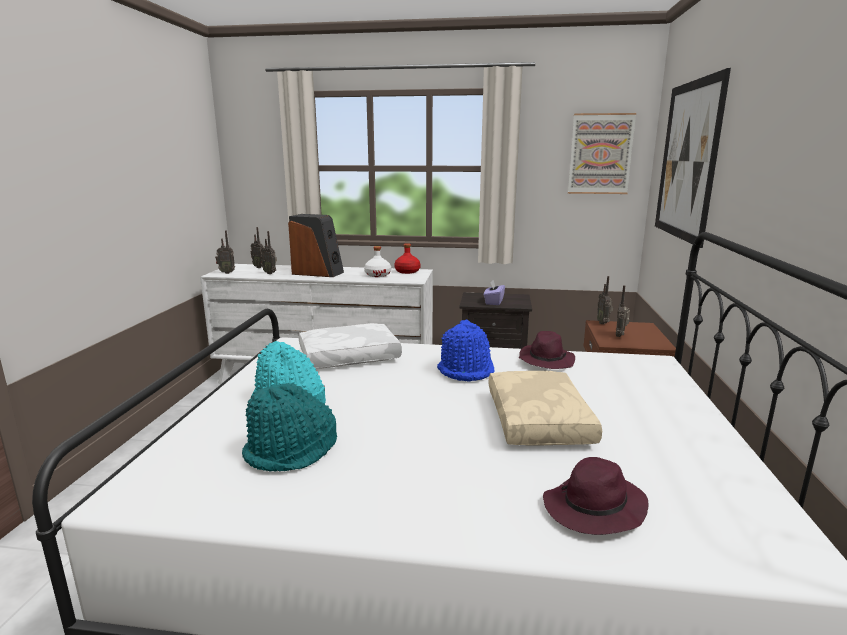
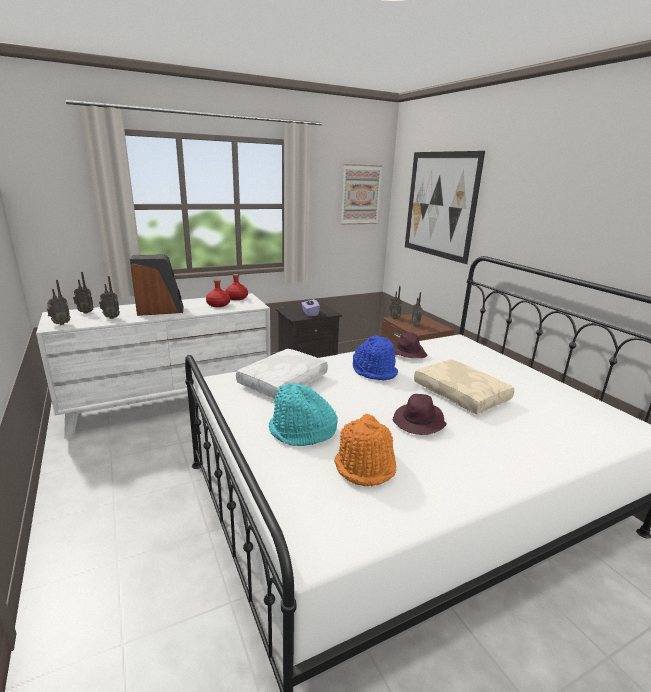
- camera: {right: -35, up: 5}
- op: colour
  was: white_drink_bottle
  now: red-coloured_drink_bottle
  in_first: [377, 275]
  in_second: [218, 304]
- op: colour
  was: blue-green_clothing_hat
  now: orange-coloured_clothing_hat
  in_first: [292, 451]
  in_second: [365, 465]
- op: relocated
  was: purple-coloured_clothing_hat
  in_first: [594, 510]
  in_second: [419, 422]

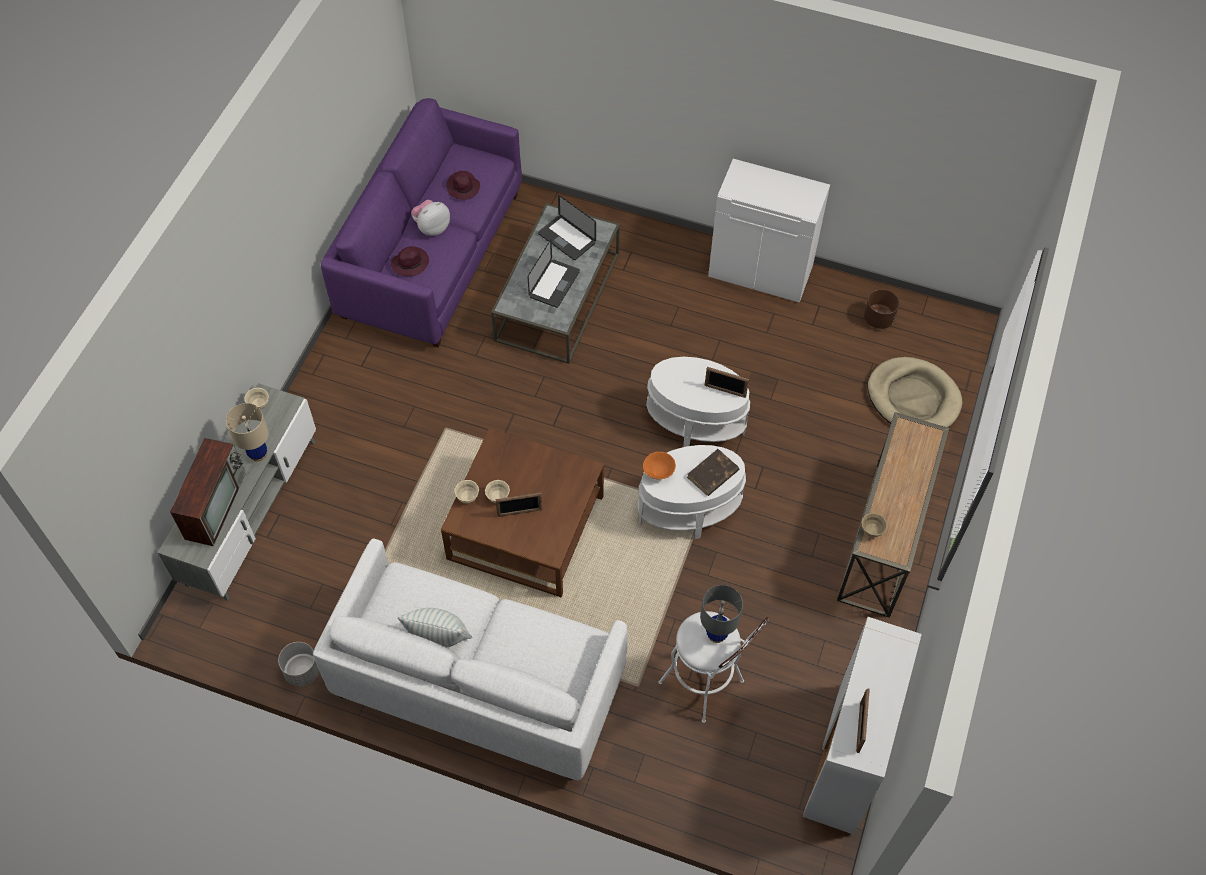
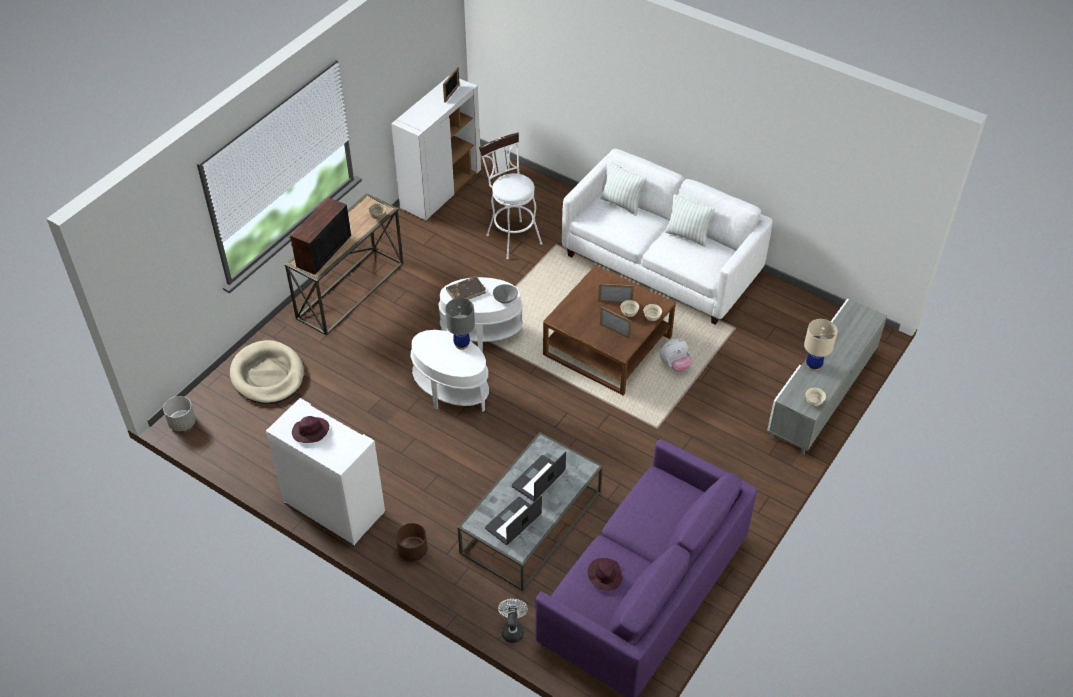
- camera: {right: -165, up: -10}
- op: relocated
  was: greyish_plant_pot
  in_first: [302, 672]
  in_second: [182, 423]
- op: relocated
  was: TV_set
  in_first: [215, 504]
  in_second: [323, 252]
- op: relocated
  was: purple-coloured_clothing_hat
  in_first: [410, 263]
  in_second: [310, 432]
- op: relocated
  was: brownish_plant_pot
  in_first: [878, 319]
  in_second: [412, 551]
- op: relocated
  was: greyish_tabletop_lamp
  in_first: [716, 634]
  in_second: [462, 344]
- op: spun
  was: laptop
  in_first: [566, 238]
  in_second: [513, 521]
  clockwise: -105
- op: colour
  was: orange-coloured_serving_bowl
  now: greyish_serving_bowl
  in_first: [658, 472]
  in_second: [505, 300]
- op: appeared
  now: white_electric_fan
  in_second: [512, 629]
- op: appeared
  now: throw_pillow
  in_second: [621, 204]
- op: relocated
  was: picture_frame
  in_first: [725, 391]
  in_second: [615, 331]
- op: relocated
  was: soft_toy
  in_first: [432, 228]
  in_second: [675, 365]

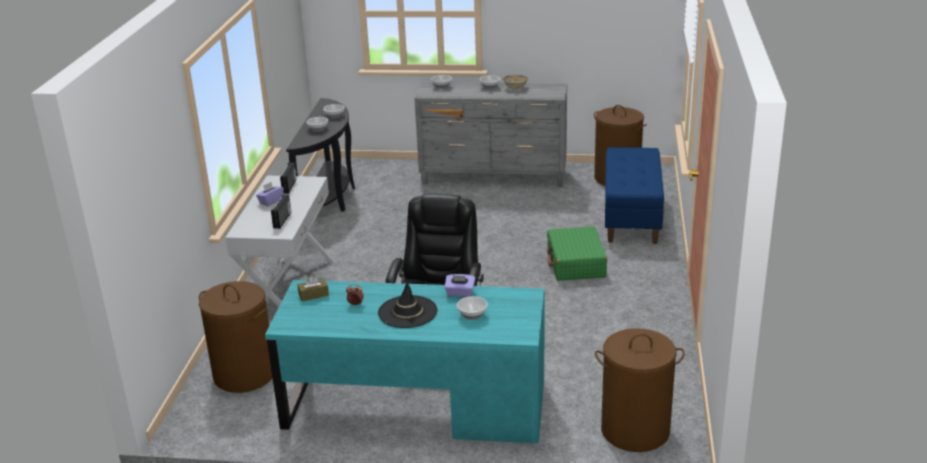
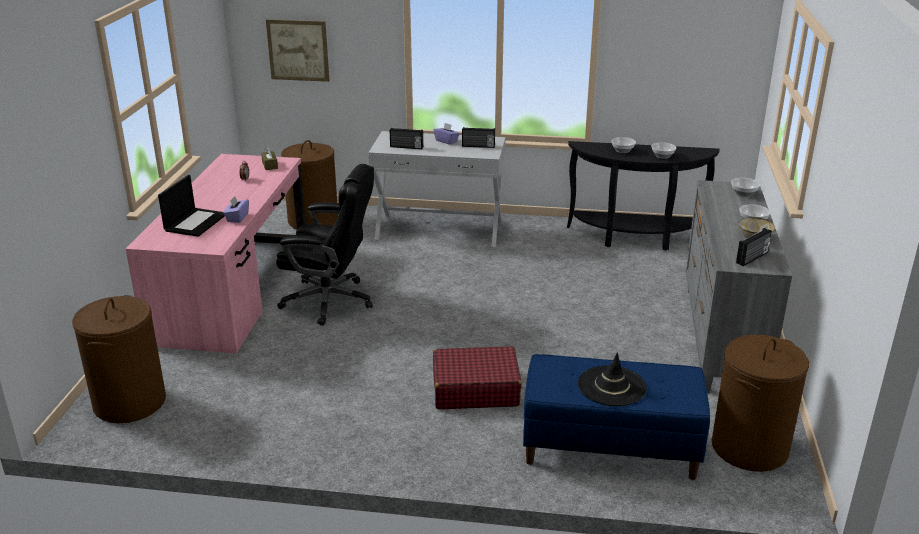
- camera: {right: 90, up: 0}
- op: colour
  was: blue-green_desk
  now: pink-coloured_desk
  in_first: [415, 405]
  in_second: [234, 290]
- op: exchanged
  was: serving_bowl
  now: laptop
  in_first: [472, 315]
  in_second: [195, 222]
- op: appeared
  now: picture
  in_second: [298, 50]
- op: colour
  was: green_suitcase
  now: red-coloured_suitcase
  in_first: [576, 263]
  in_second: [475, 389]
- op: relocated
  was: black-coloured_clothing_hat
  in_first: [407, 312]
  in_second: [611, 386]
- op: appeared
  now: radio_set
  in_second: [753, 258]

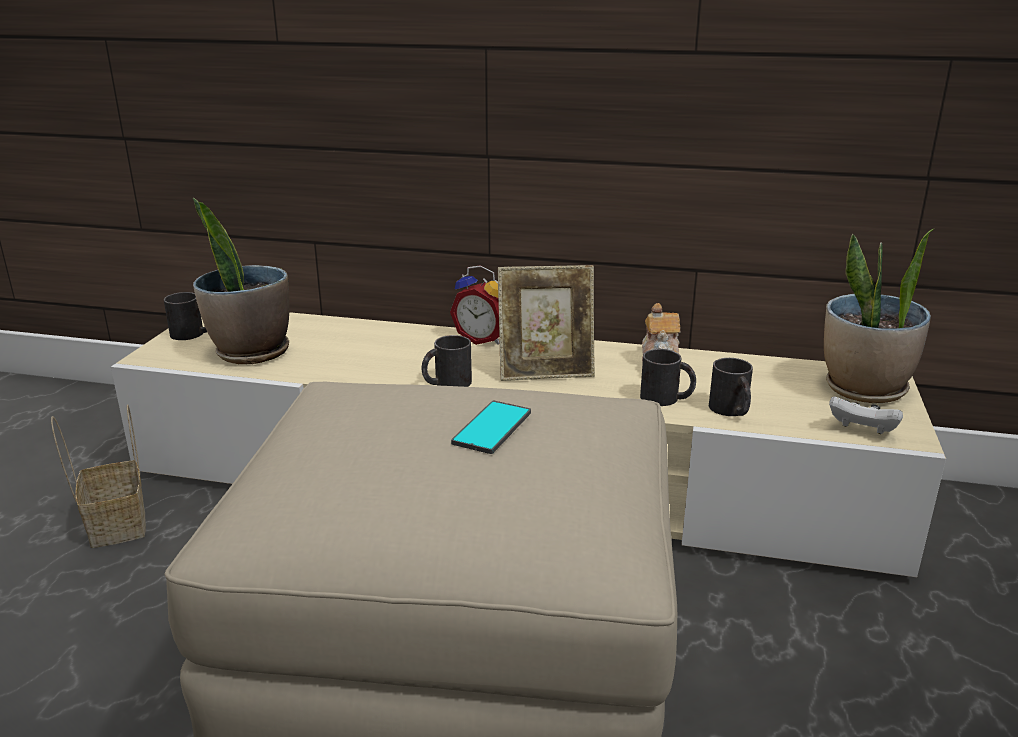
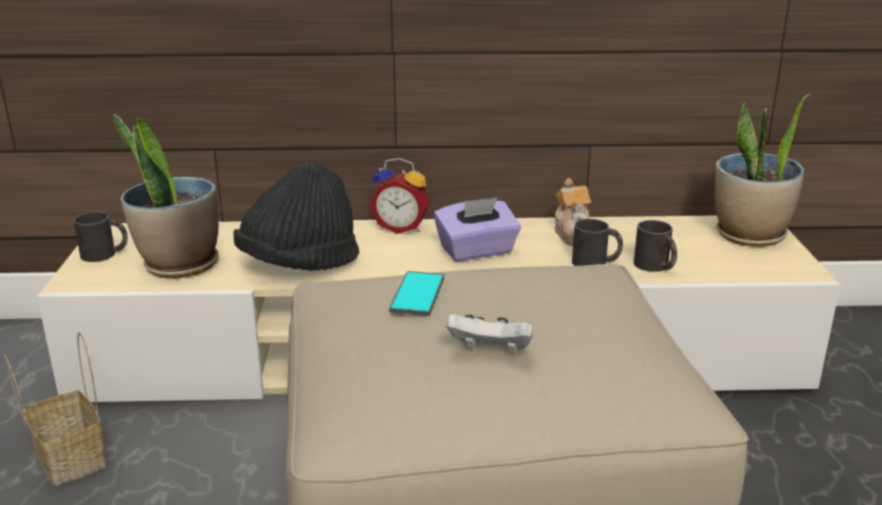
- camera: {right: -15, up: 0}
- op: appeared
  now: black-coloured_clothing_hat
  in_second: [299, 265]
- op: relocated
  was: telephone
  in_first: [492, 428]
  in_second: [417, 294]
- op: exchanged
  was: picture_frame
  now: purple-coloured_box_of_tissues
  in_first: [545, 371]
  in_second: [477, 251]
- op: relocated
  was: white_game_controller
  in_first: [862, 431]
  in_second: [490, 352]
- op: missing
  was: black-coloured_coffee_mug
  in_first: [446, 383]

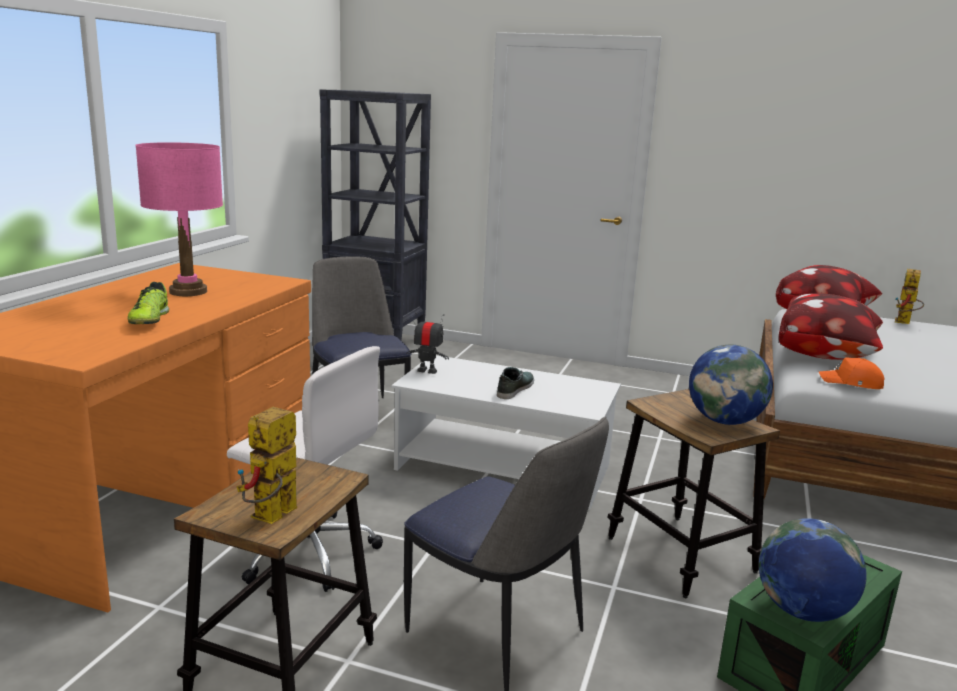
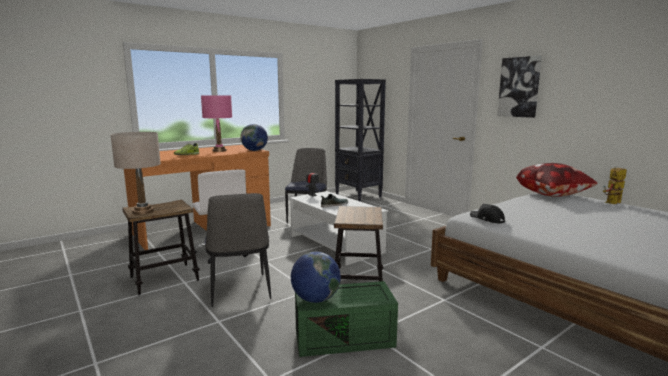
- camera: {right: 35, up: -5}
- op: exchanged
  was: toy_robot
  now: beige_tabletop_lamp
  in_first: [271, 518]
  in_second: [143, 211]
- op: relocated
  was: desk_globe
  in_first: [724, 421]
  in_second: [254, 150]
- op: colour
  was: orange-coloured_baseball_cap
  now: black-coloured_baseball_cap
  in_first: [852, 383]
  in_second: [487, 219]
- op: appeared
  now: picture
  in_second: [519, 87]
- op: missing
  was: throw_pillow
  in_first: [826, 355]

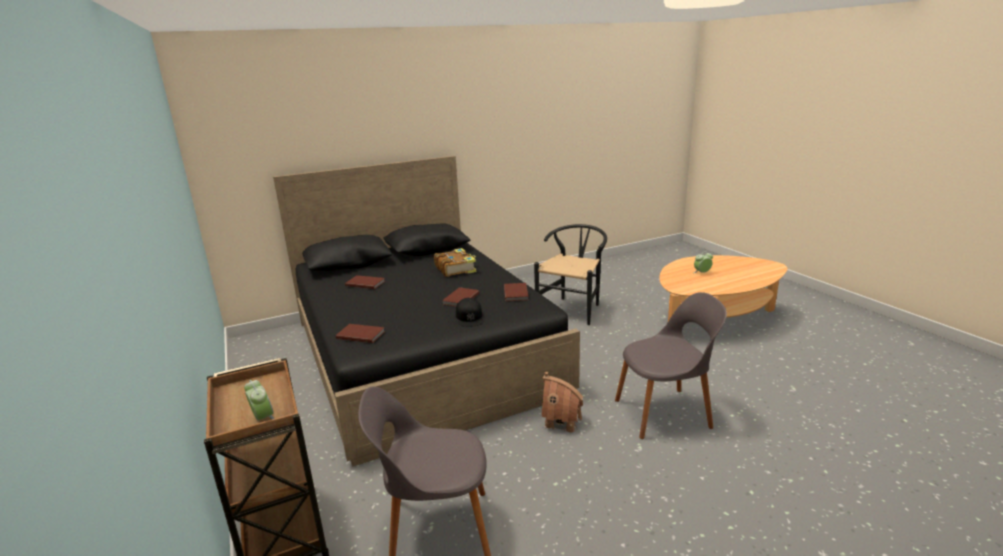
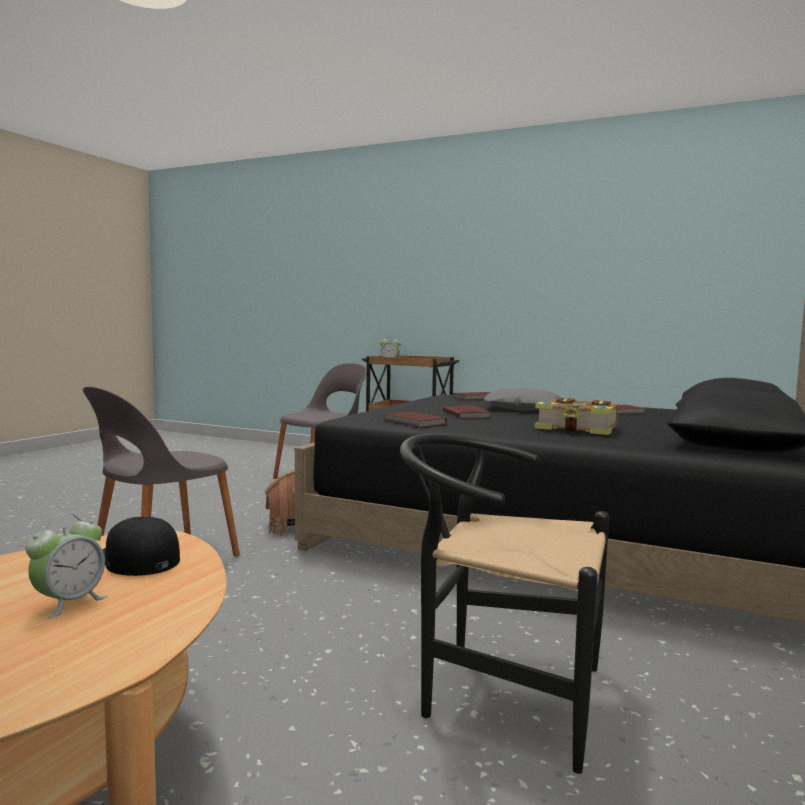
- camera: {right: 140, up: -15}
- op: relocated
  was: black-coloured_baseball_cap
  in_first: [470, 317]
  in_second: [136, 559]
- op: spun
  was: black-coloured_upright_chair
  in_first: [573, 308]
  in_second: [497, 694]
  clockwise: 120
- op: appeared
  now: greyish_throw_pillow
  in_second: [522, 408]

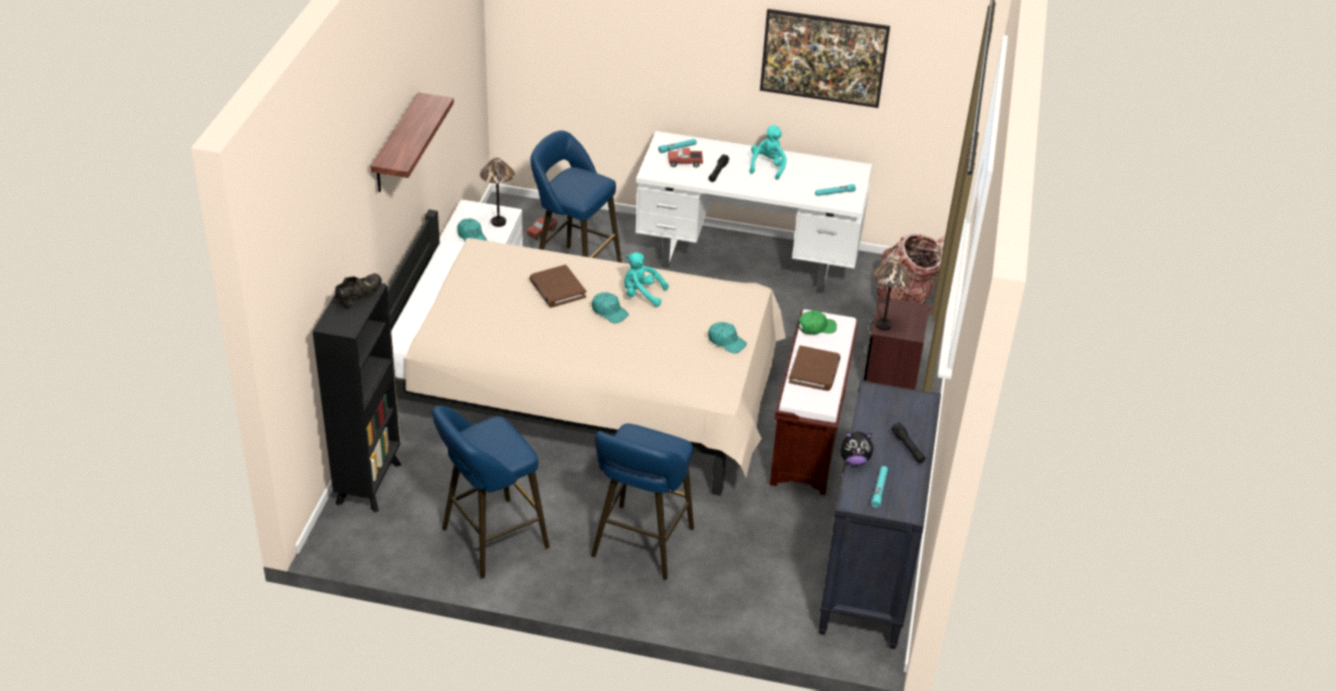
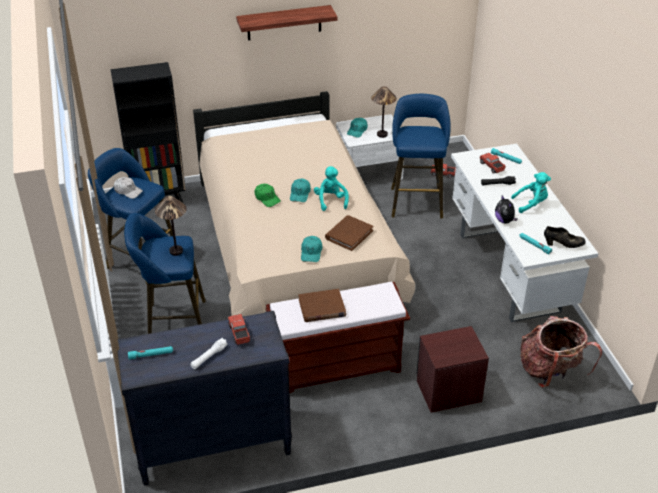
- camera: {right: 65, up: 0}
- op: appeared
  now: white_baseball_cap
  in_second: [128, 191]
- op: relocated
  was: tabletop_lamp
  in_first: [883, 325]
  in_second: [176, 251]
- op: colour
  was: black-coloured_flashlight
  now: white_flashlight
  in_first: [907, 447]
  in_second: [209, 357]
- op: appeared
  now: model_truck
  in_second: [239, 334]
- op: relocated
  was: green_baseball_cap
  in_first: [816, 327]
  in_second: [267, 198]
- op: relocated
  was: brownish_volume
  in_first: [557, 289]
  in_second: [349, 234]
- op: relocated
  was: soft_toy
  in_first: [854, 460]
  in_second: [504, 220]
- op: relocated
  was: black-coloured_low_shoe
  in_first: [360, 297]
  in_second: [563, 245]
- op: missing
  was: picture
  in_first: [821, 78]

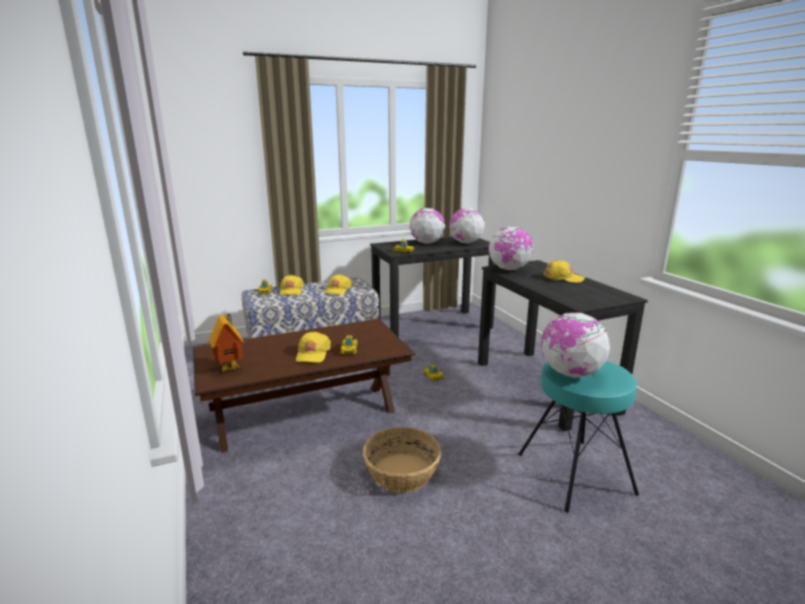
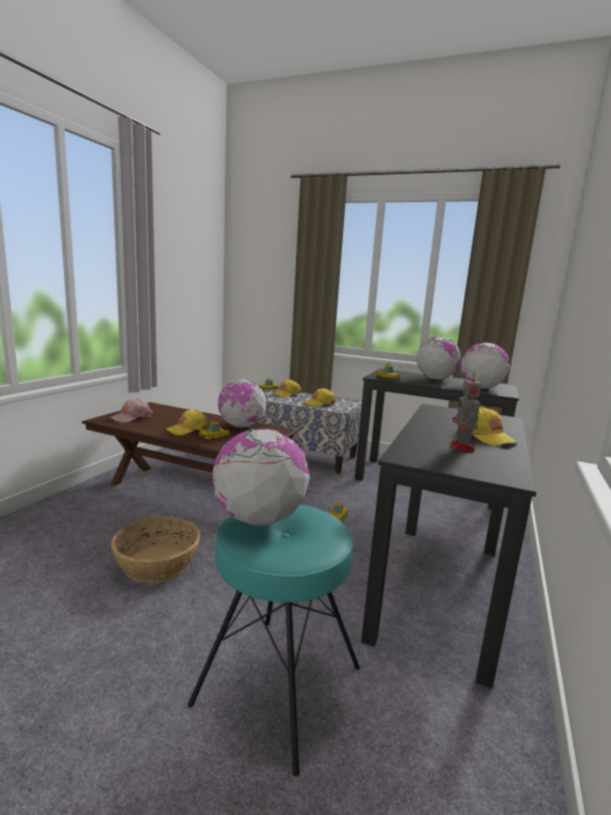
- camera: {right: 45, up: -5}
- op: exchanged
  was: toy_house
  now: pink-coloured_baseball_cap
  in_first: [231, 367]
  in_second: [131, 417]
- op: relocated
  was: desk_globe
  in_first: [509, 269]
  in_second: [241, 426]
- op: appeared
  now: toy_robot
  in_second: [462, 448]

